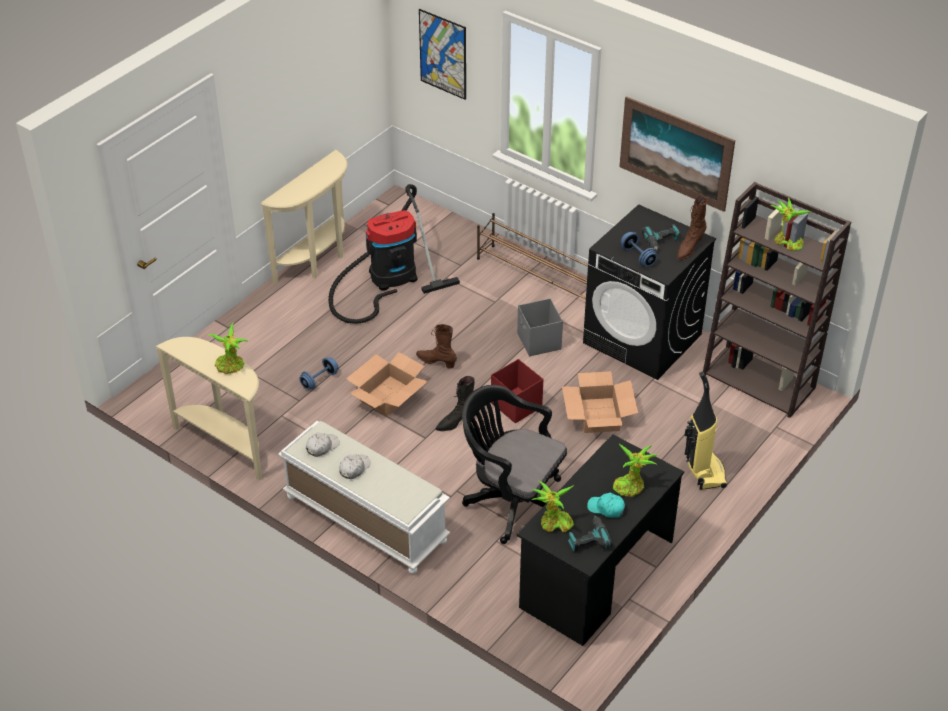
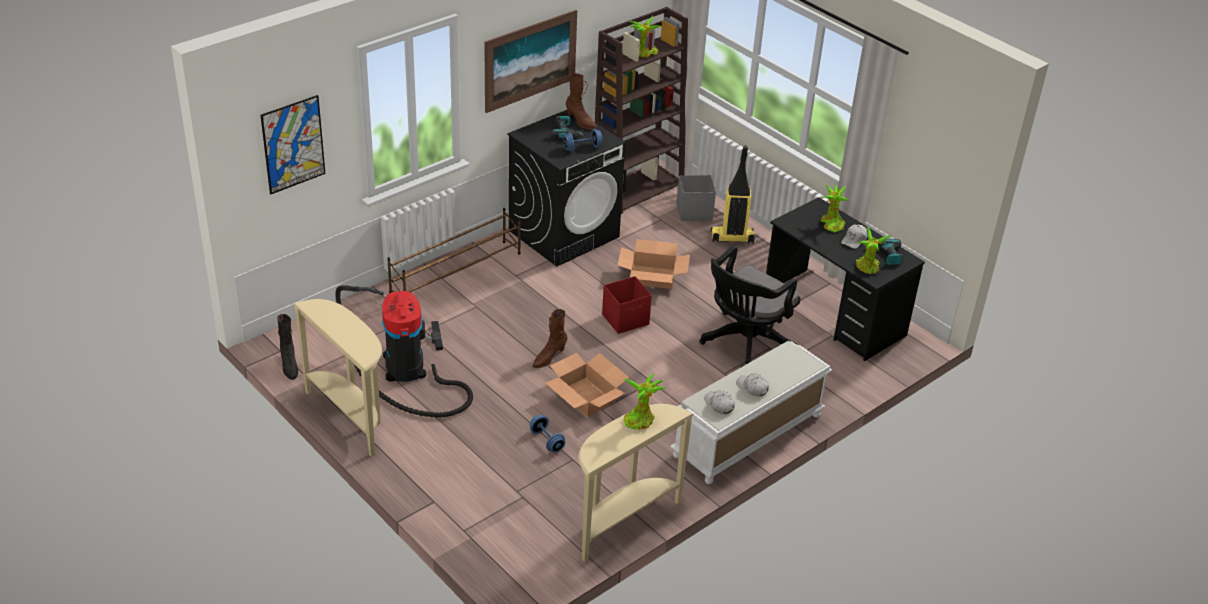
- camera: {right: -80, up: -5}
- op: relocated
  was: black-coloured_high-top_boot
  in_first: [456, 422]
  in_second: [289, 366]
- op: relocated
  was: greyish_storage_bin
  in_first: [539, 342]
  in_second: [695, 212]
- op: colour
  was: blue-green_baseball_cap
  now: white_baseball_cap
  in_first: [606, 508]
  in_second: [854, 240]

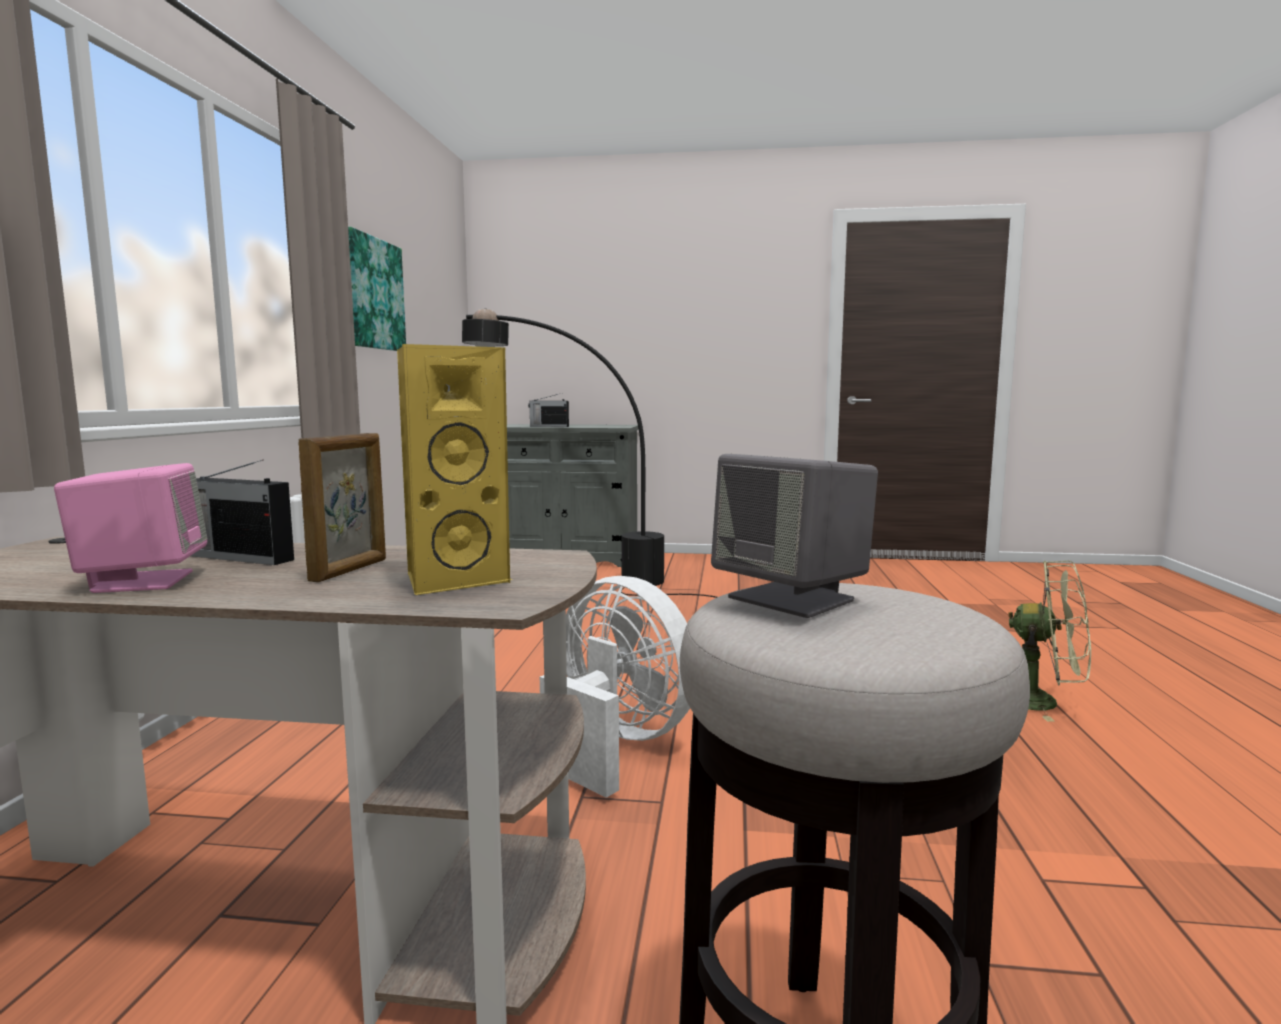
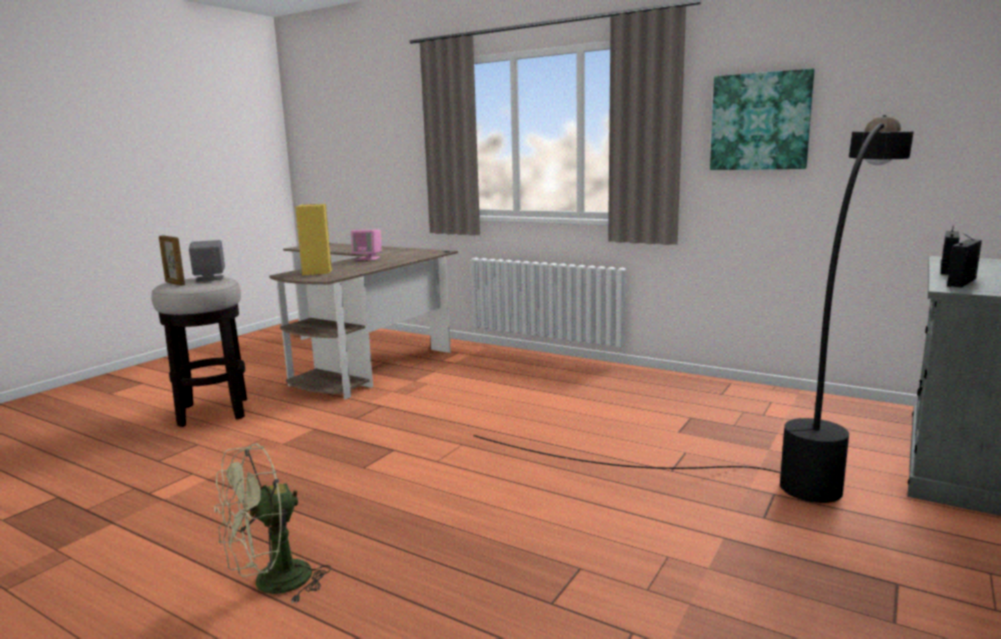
- camera: {right: 115, up: 5}
- op: relocated
  was: picture_frame
  in_first: [350, 570]
  in_second: [174, 283]
- op: relocated
  was: radio_set
  in_first: [239, 557]
  in_second: [962, 282]
- op: missing
  was: white_electric_fan
  in_first: [616, 744]

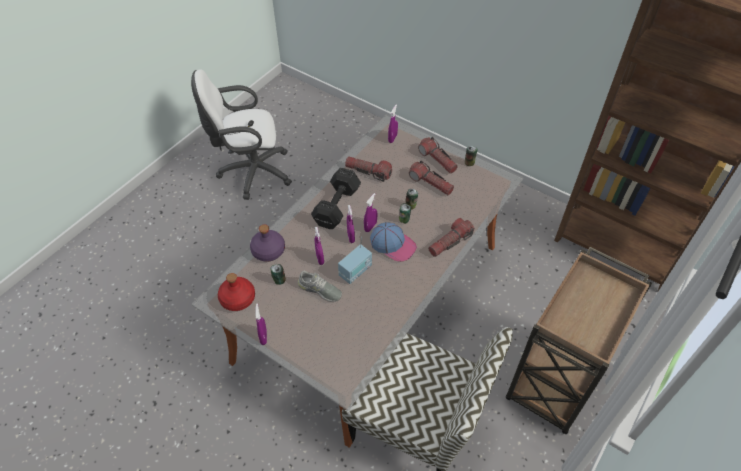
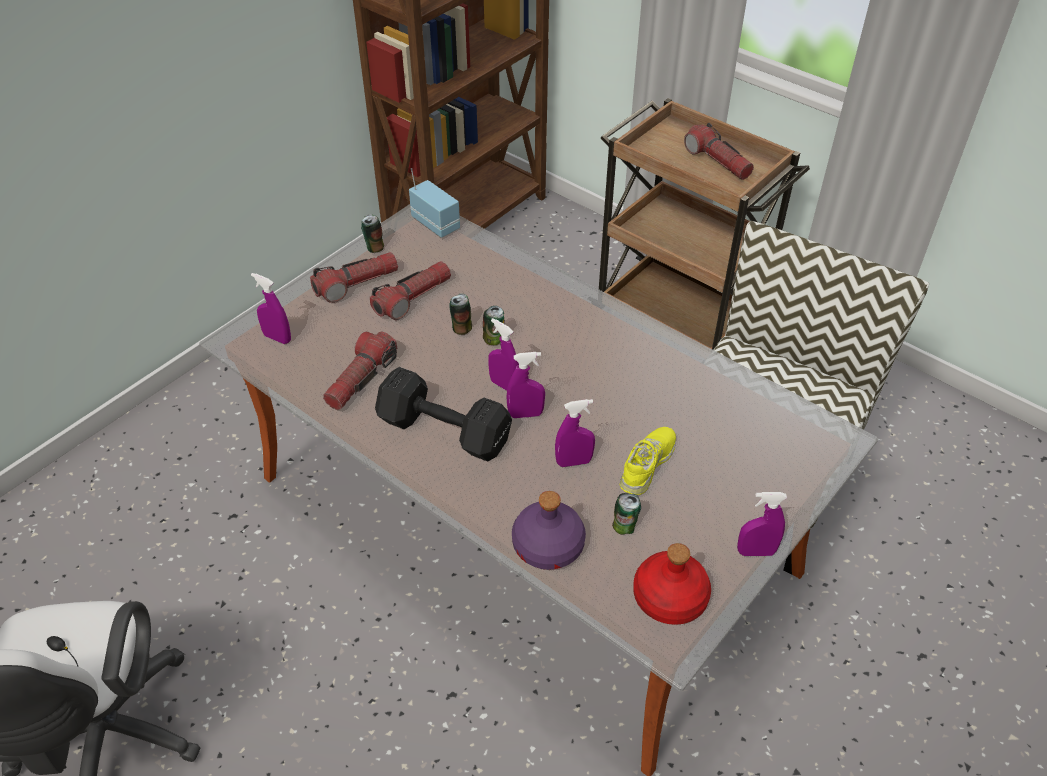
- camera: {right: -85, up: -5}
- op: relocated
  was: radio_set
  in_first: [355, 271]
  in_second: [436, 223]
- op: colour
  was: greyish_low_shoe
  now: yellowish_low_shoe
  in_first: [319, 290]
  in_second: [648, 464]
- op: relocated
  was: flashlight
  in_first: [450, 242]
  in_second: [717, 161]
- op: missing
  was: baseball_cap
  in_first: [393, 244]

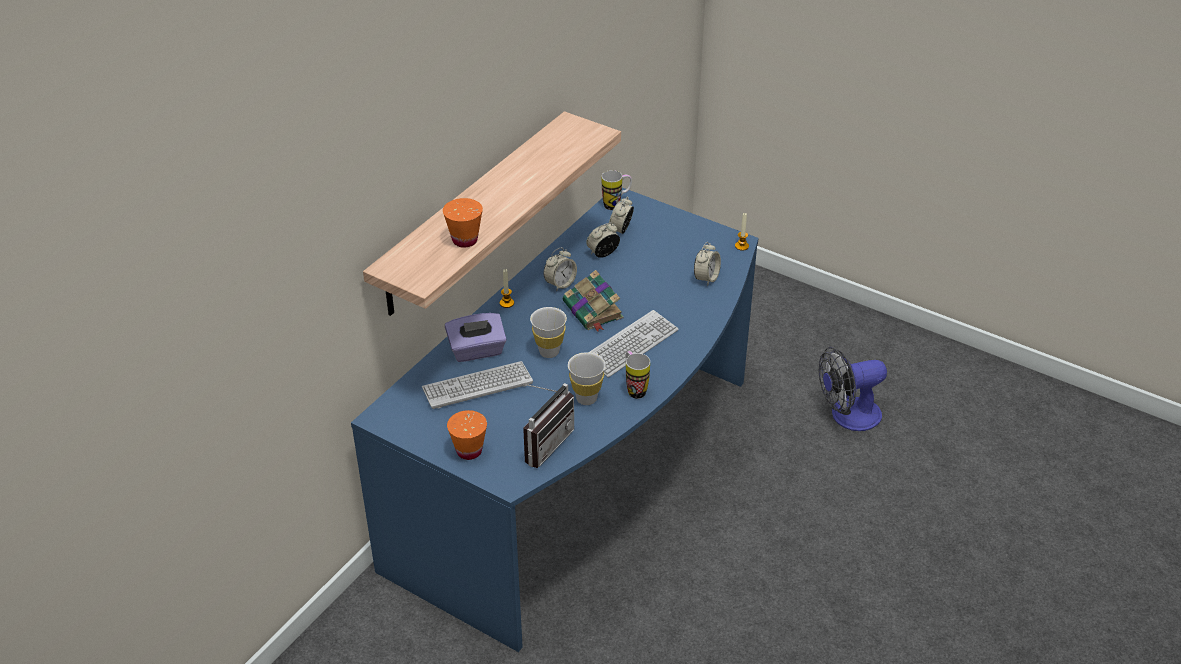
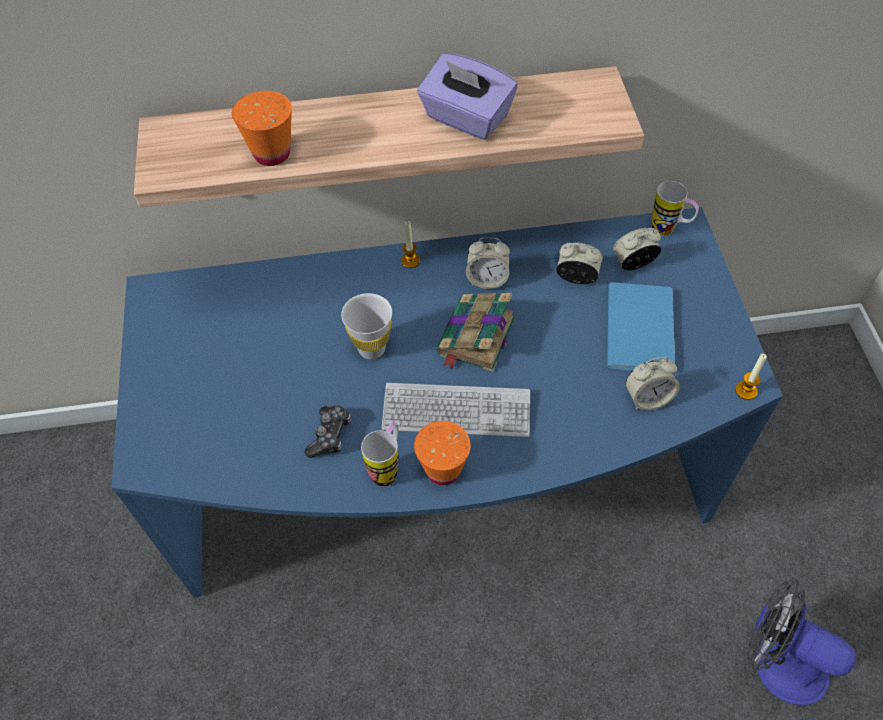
- camera: {right: 50, up: 15}
- op: exchanged
  was: white_small_cup
  now: game_controller
  in_first: [586, 398]
  in_second: [330, 435]
- op: relocated
  was: orange-coloured_small_cup
  in_first: [469, 451]
  in_second: [443, 470]
- op: relocated
  was: purple-coloured_box_of_tissues
  in_first: [477, 351]
  in_second: [466, 118]
- op: appeared
  now: blue-coloured_volume
  in_second: [642, 327]
- op: missing
  was: computer_keyboard
  in_first: [477, 386]
- op: missing
  was: radio_set
  in_first: [543, 443]

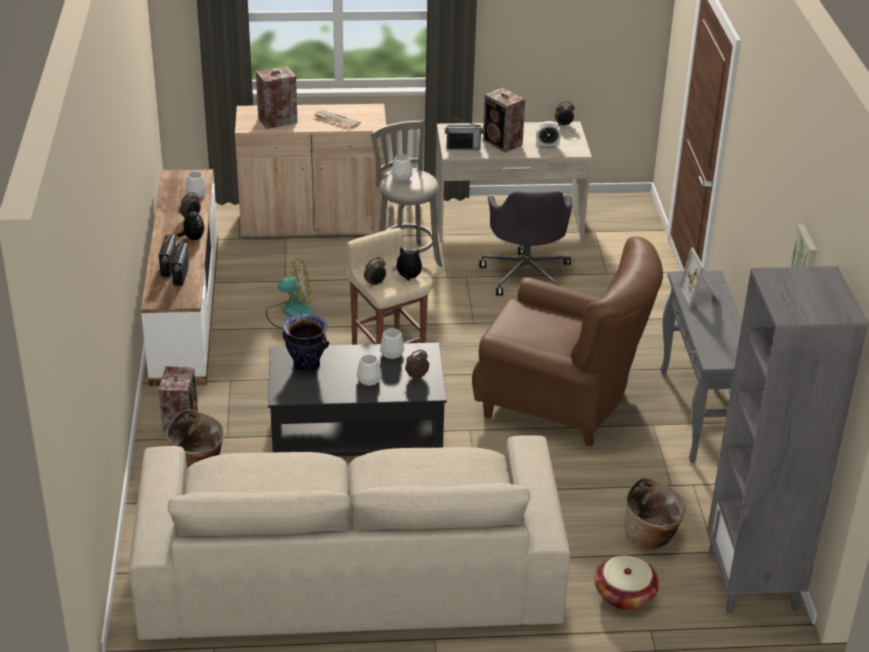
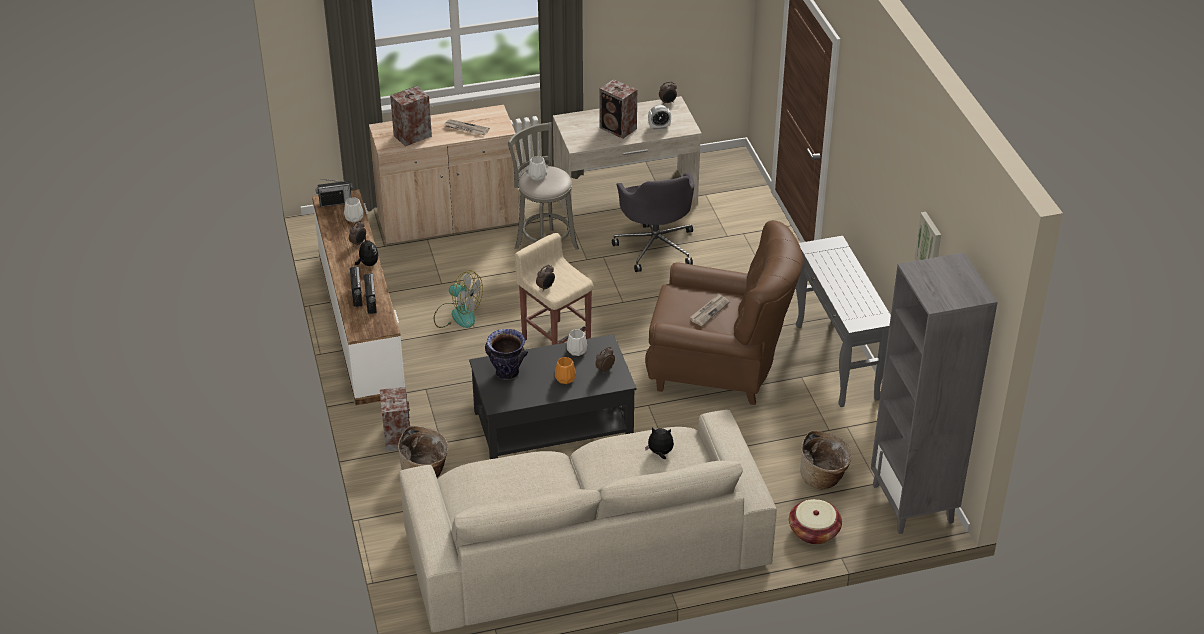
- camera: {right: -10, up: 5}
- op: relocated
  was: radio_set
  in_first: [463, 147]
  in_second: [335, 202]
- op: spun
  was: electric_fan
  in_first: [290, 313]
  in_second: [457, 315]
  clockwise: 45
- op: colour
  was: white_vase
  now: orange-coloured_vase
  in_first: [368, 379]
  in_second: [565, 378]
- op: relocated
  was: soft_toy
  in_first: [408, 277]
  in_second: [660, 453]
- op: appeared
  now: printed_paper
  in_second: [709, 311]
- op: missing
  was: picture_frame
  in_first: [701, 297]

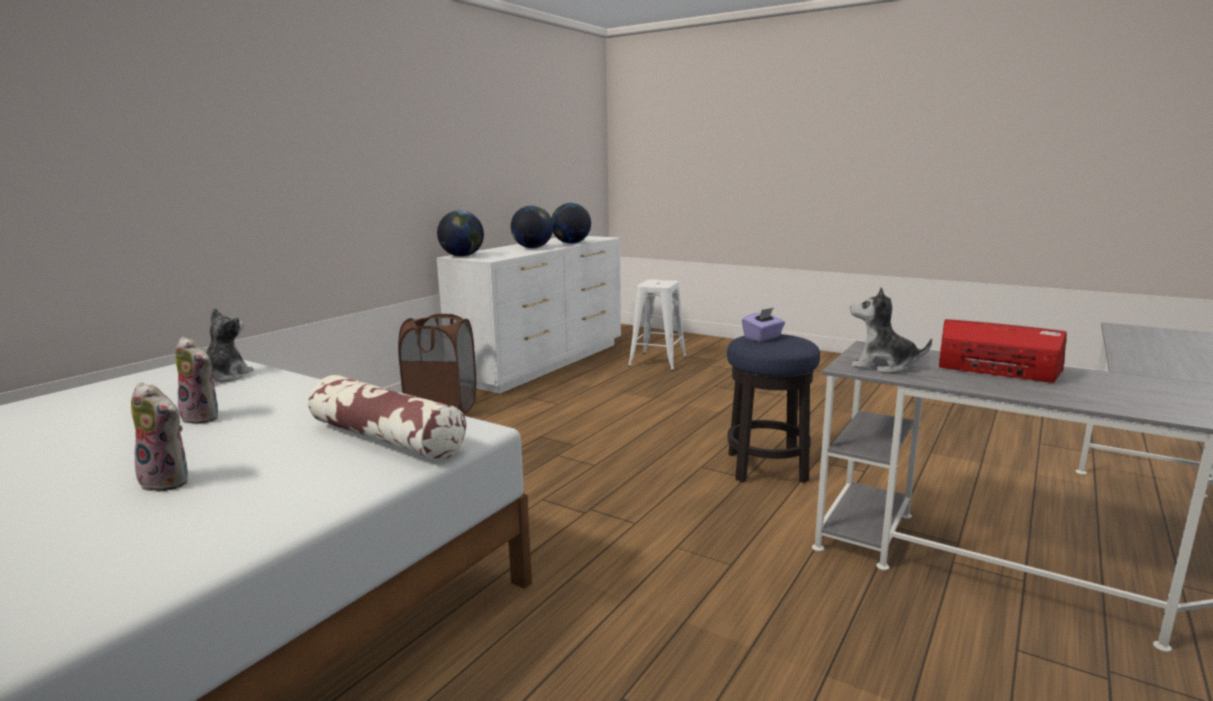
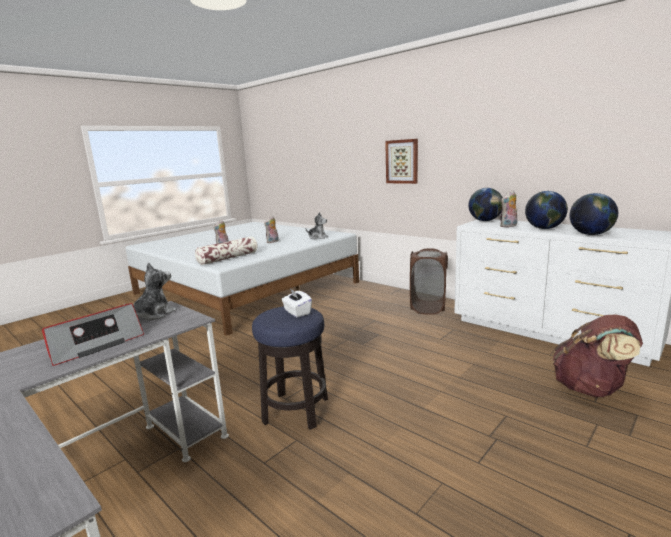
- camera: {right: 100, up: 0}
- op: colour
  was: purple-coloured_box_of_tissues
  now: white_box_of_tissues
  in_first: [763, 338]
  in_second: [297, 312]
- op: appeared
  now: picture
  in_second: [402, 161]
- op: appeared
  now: soft_toy
  in_second: [508, 226]
- op: exchanged
  was: white_stool_seat
  now: brownish_knapsack
  in_first: [657, 361]
  in_second: [591, 388]

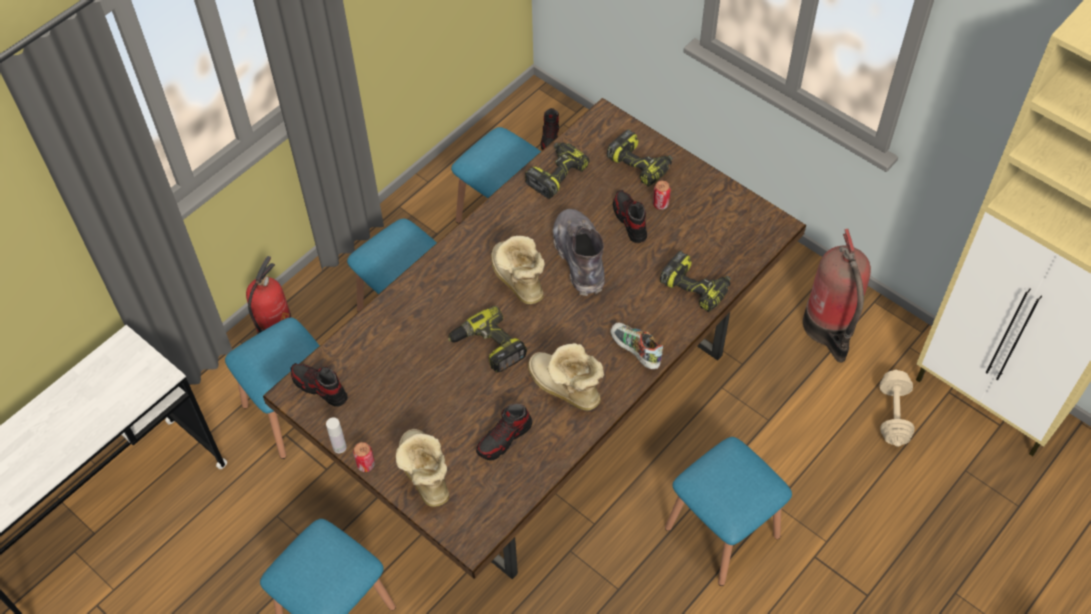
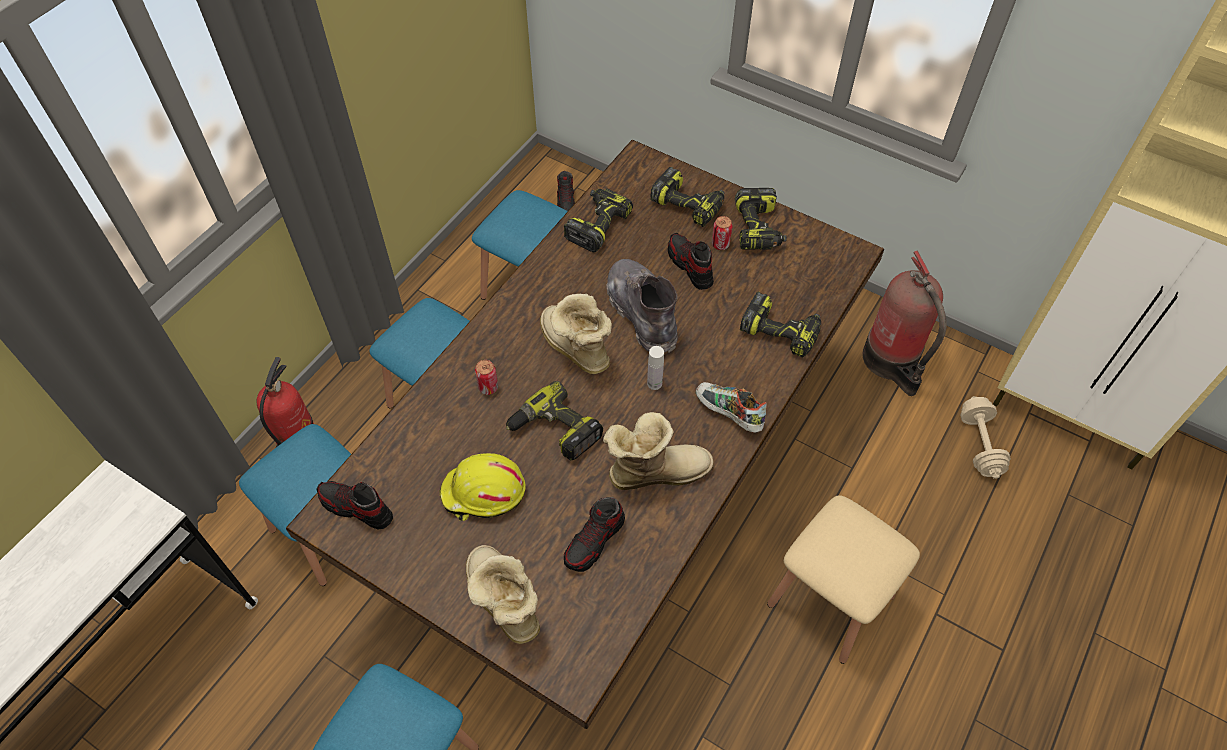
- camera: {right: -10, up: 0}
- op: appeared
  now: yellowish_hard_hat
  in_second: [483, 493]
- op: relocated
  was: can
  in_first: [366, 465]
  in_second: [488, 387]
- op: spun
  was: high-top_boot
  in_first: [564, 389]
  in_second: [655, 470]
  clockwise: 135
- op: relocated
  was: white_drink_bottle
  in_first: [339, 447]
  in_second: [654, 383]
- op: appeared
  now: power_drill
  in_second: [758, 229]
- op: colour
  was: blue-coloured_stool_seat
  now: beige_stool_seat
  in_first: [722, 532]
  in_second: [830, 600]

